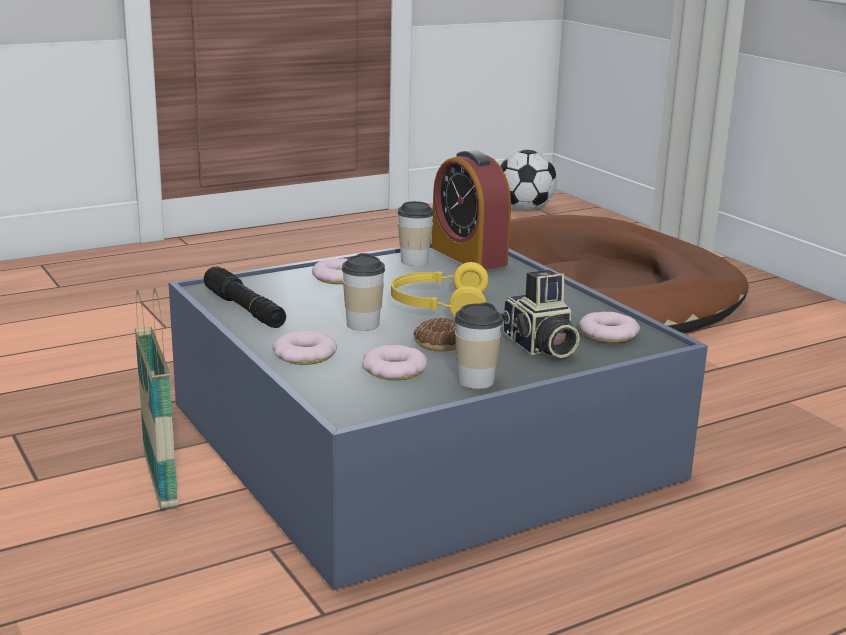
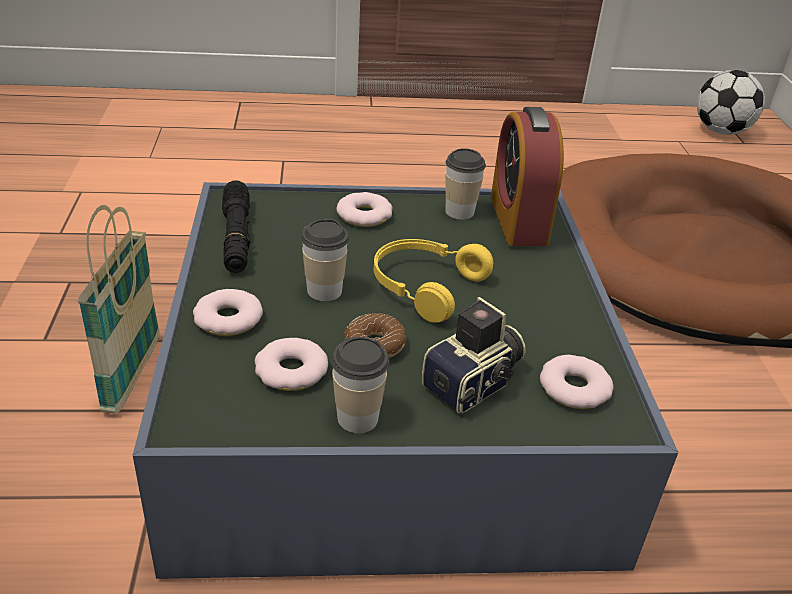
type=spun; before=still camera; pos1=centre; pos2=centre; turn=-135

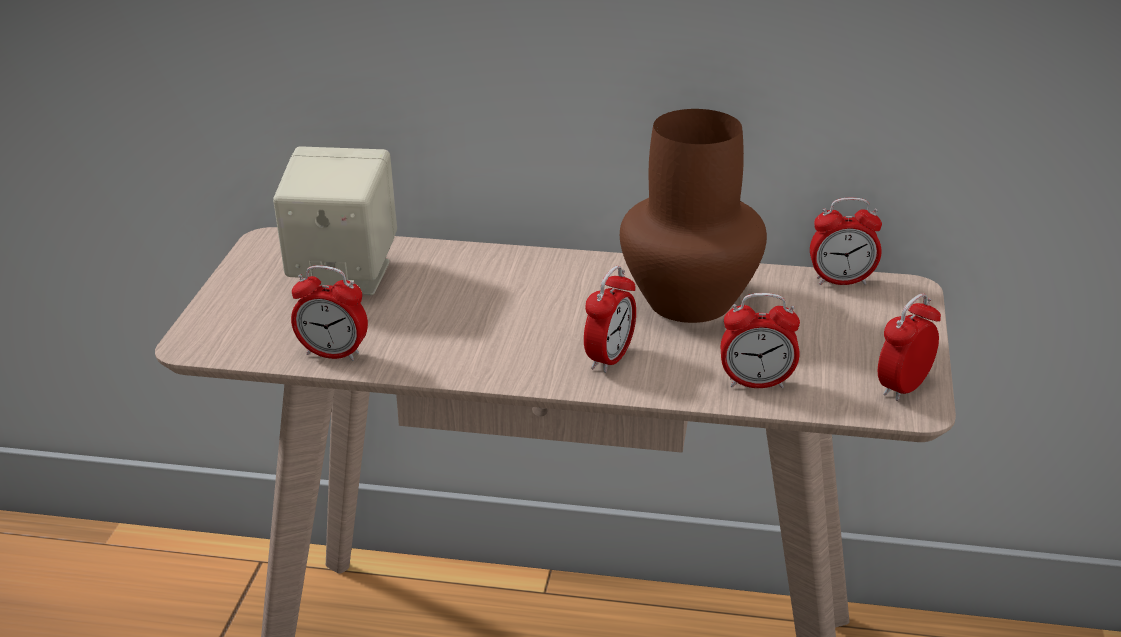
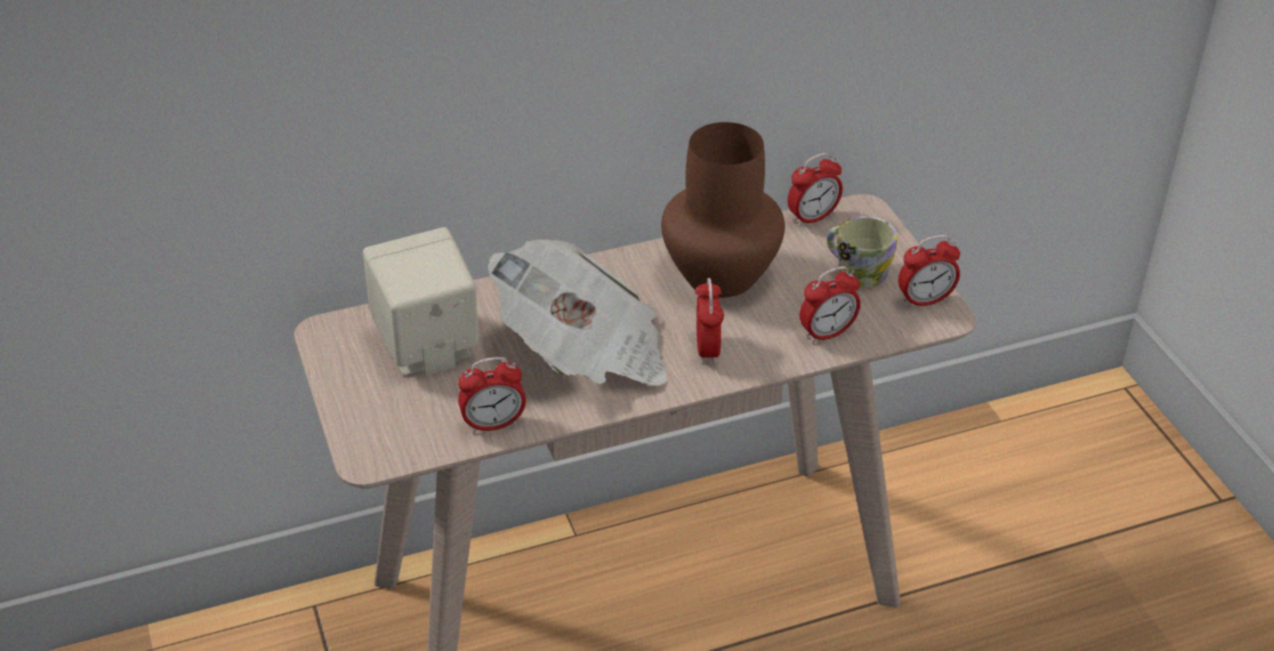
type=spun; before=bedside clock (no. 5 from left); pos1=middle right; pos2=middle right; turn=-120
type=appeared; after=coffee mug; pos2=middle right
type=appeared; after=newspaper; pos2=centre

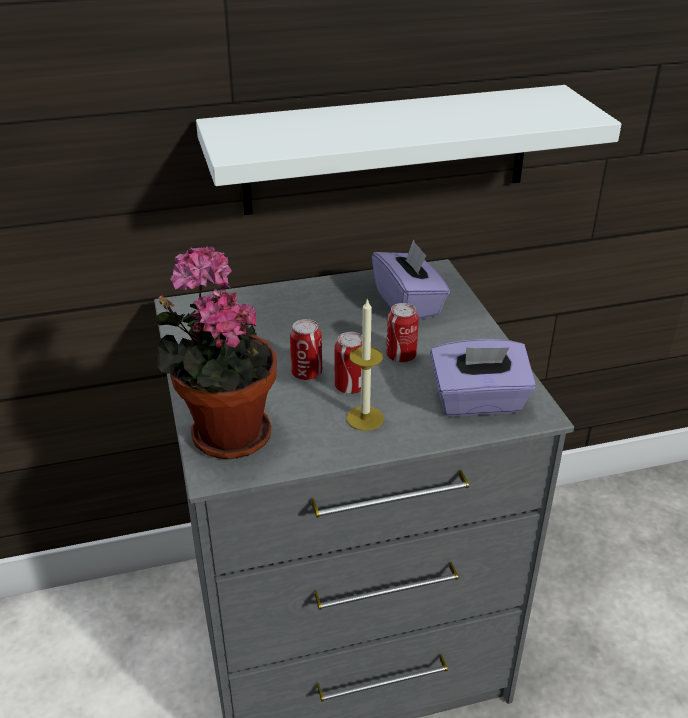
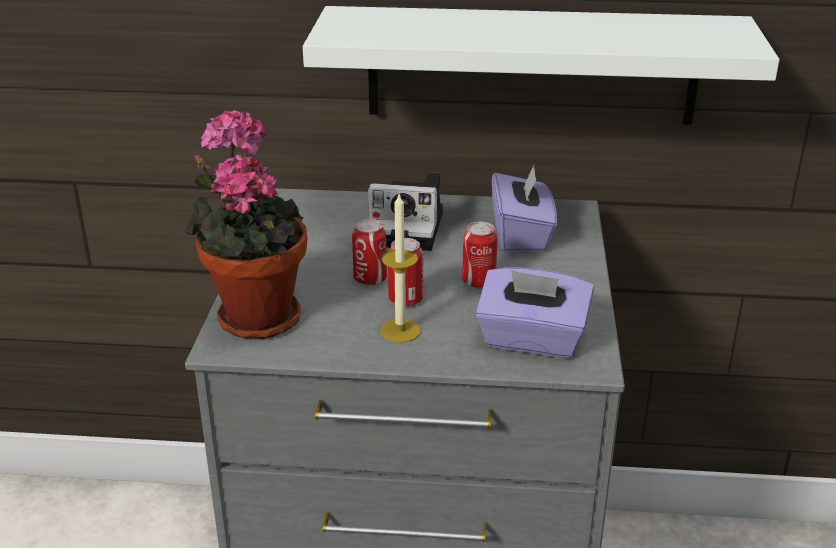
type=appeared; after=still camera; pos2=centre

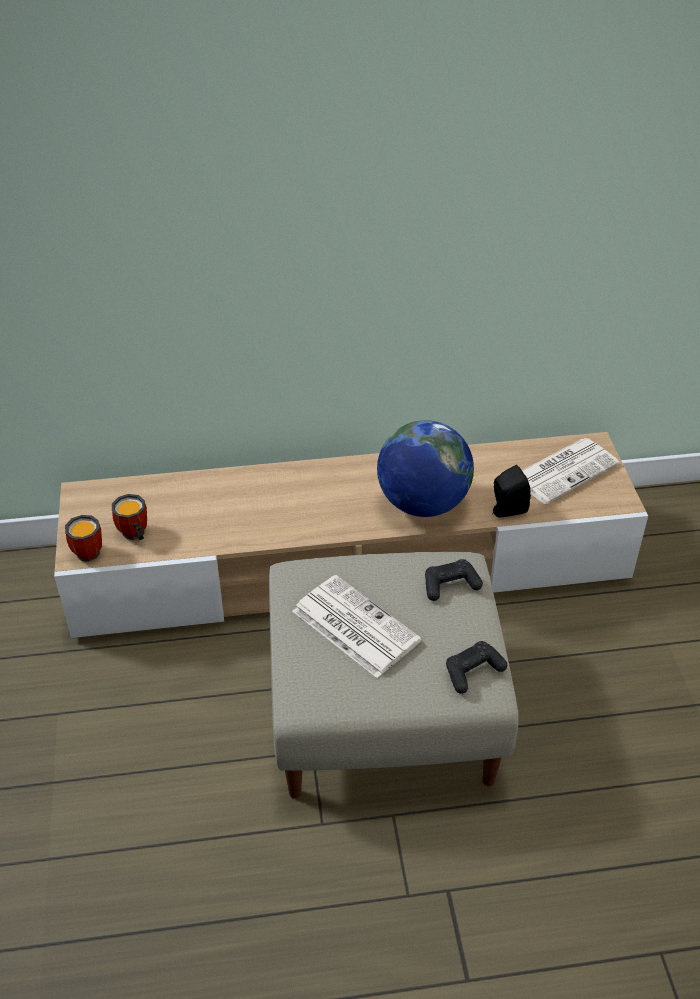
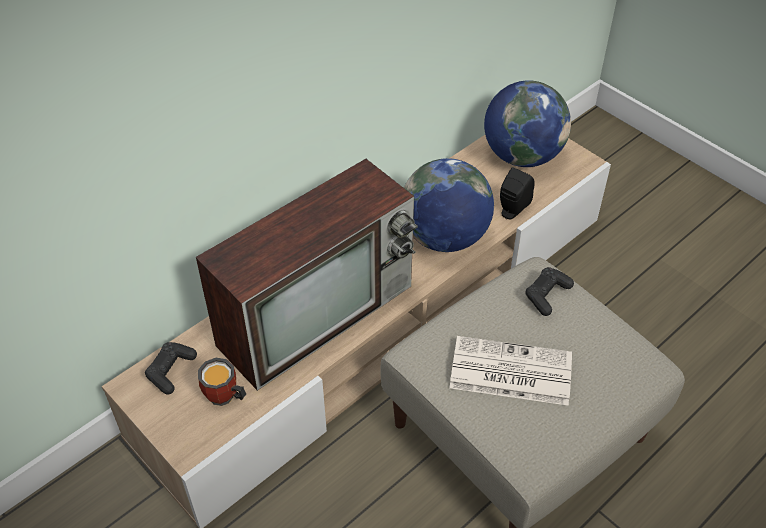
type=exchanged; before=newspaper (no. 2 from left); after=desk globe (no. 2 from left); pos1=middle right; pos2=top right
type=missing; before=coffee mug (no. 1 from left); pos1=middle left
type=relocated; before=black-coloured game controller (no. 2 from left in the first image); after=black-coloured game controller (no. 1 from left); pos1=bottom right; pos2=bottom left
type=appeared; after=television; pos2=centre

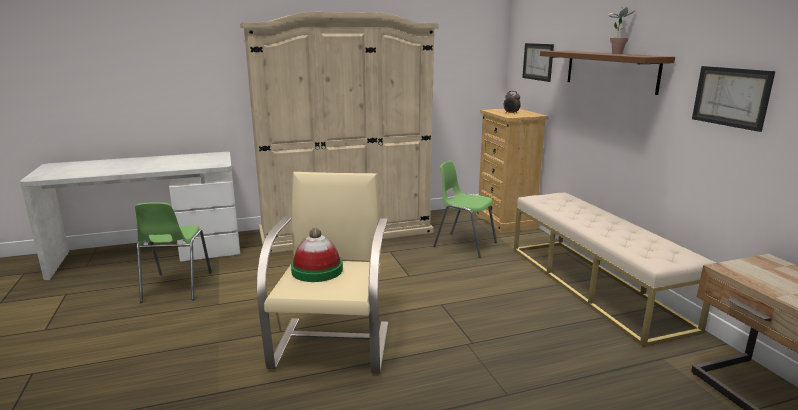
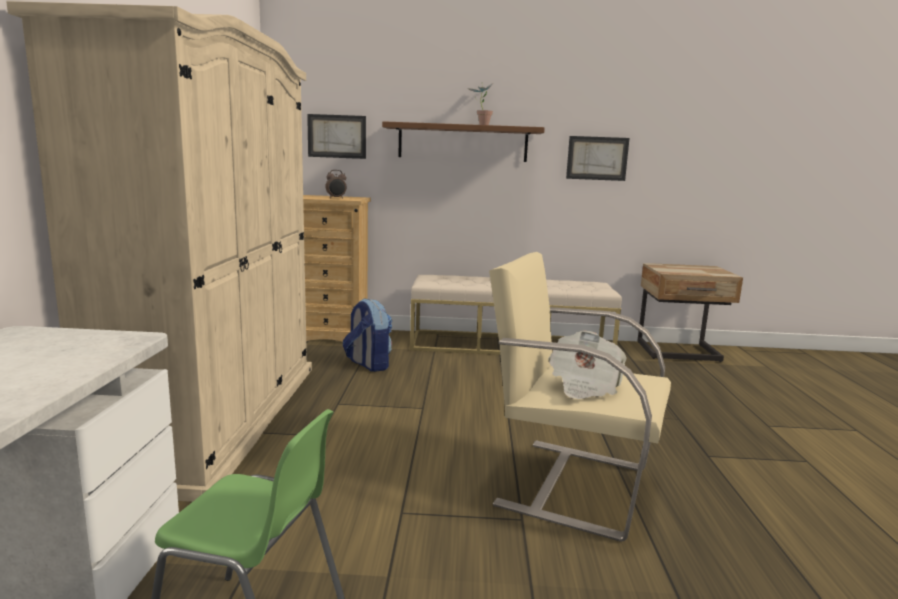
type=exchanged; before=green-coloured chair (no. 2 from left); after=rucksack; pos1=centre; pos2=centre
type=exchanged; before=clothing hat; after=newspaper; pos1=centre; pos2=centre

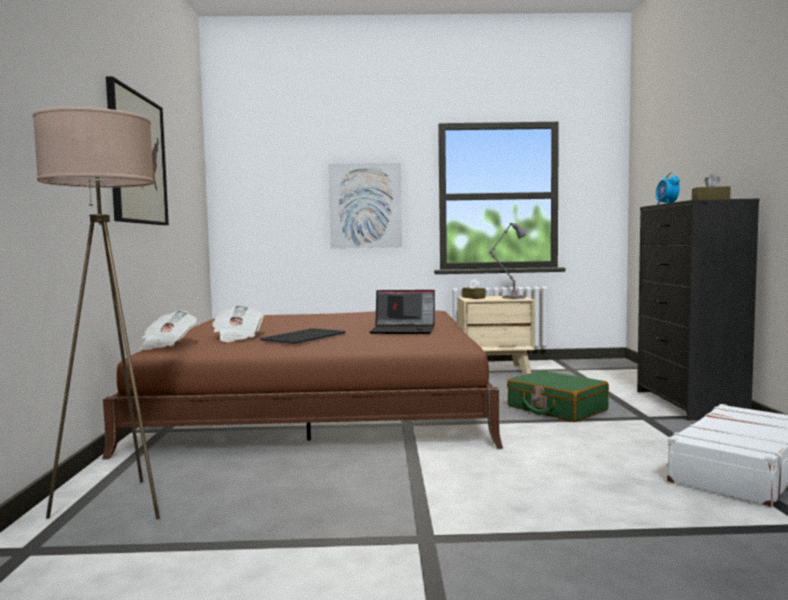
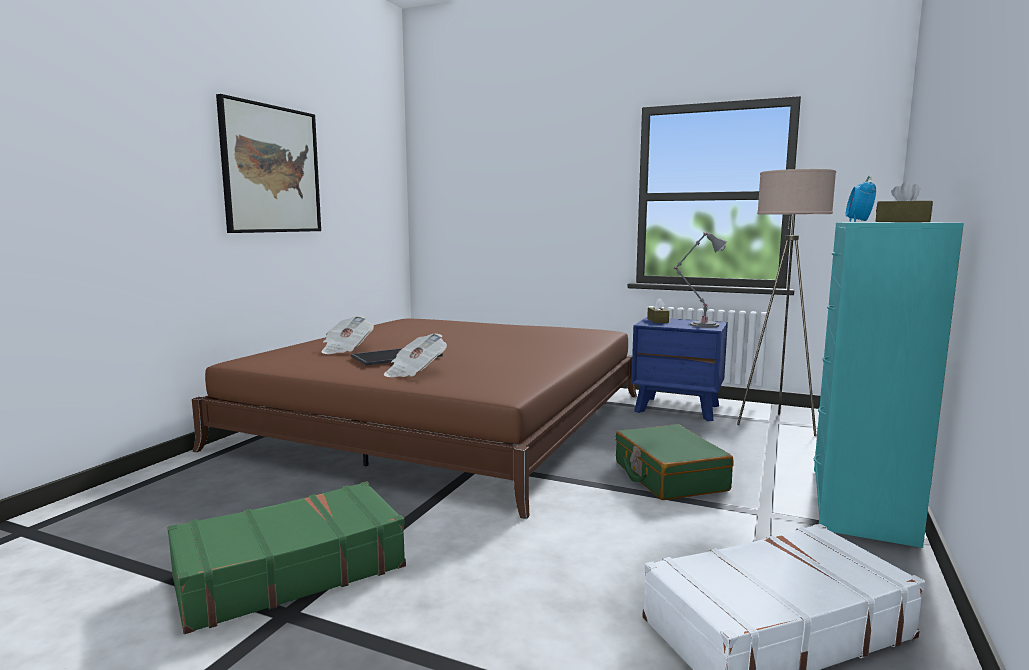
type=relocated; before=beige floor lamp; pos1=middle left; pos2=middle right
type=missing; before=wall art (no. 2 from left); pos1=centre
type=colour; before=black-coloured drawer chest; after=turquoise-coloured drawer chest; pos1=middle right; pos2=middle right
type=missing; before=notebook computer; pos1=centre
type=colour; before=beige bedside table; after=blue bedside table; pos1=centre; pos2=centre
type=relocated; before=newspaper (no. 1 from left in the first image); after=newspaper (no. 2 from left); pos1=middle left; pos2=centre
type=appeared; after=green-coloured suitcase (no. 1 from left); pos2=bottom left

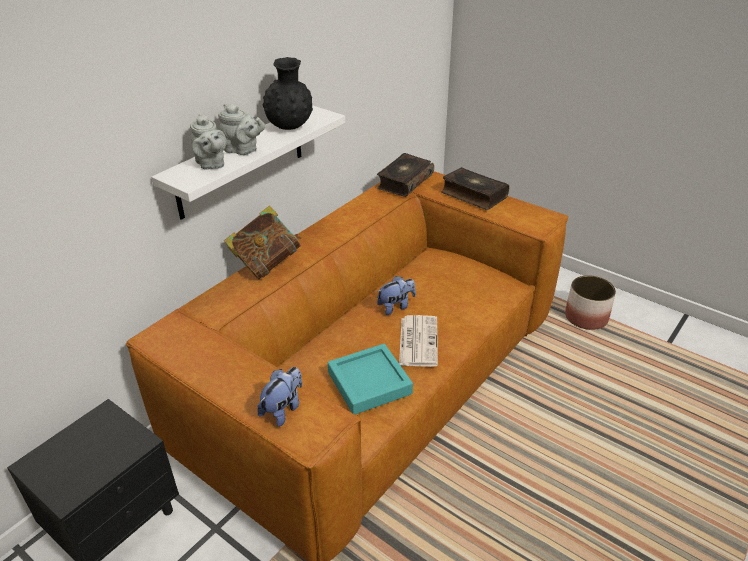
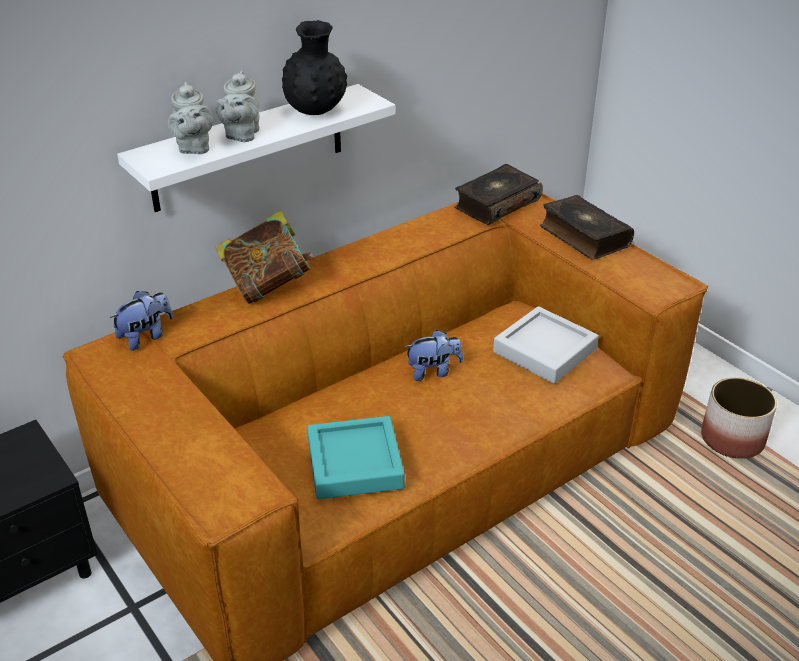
type=spun; before=grey teapot (no. 2 from left); pos1=top left; pos2=top left; turn=60
type=missing; before=newspaper; pos1=centre
type=relocated; before=plush toy (no. 1 from left); pos1=bottom centre; pos2=middle left
type=appeared; after=grey tray; pos2=middle right

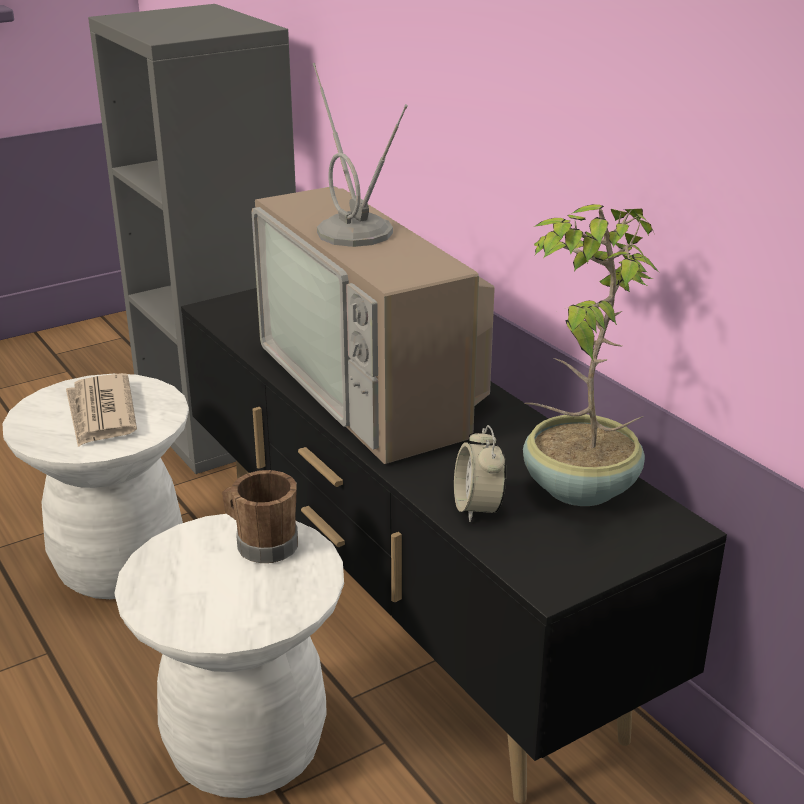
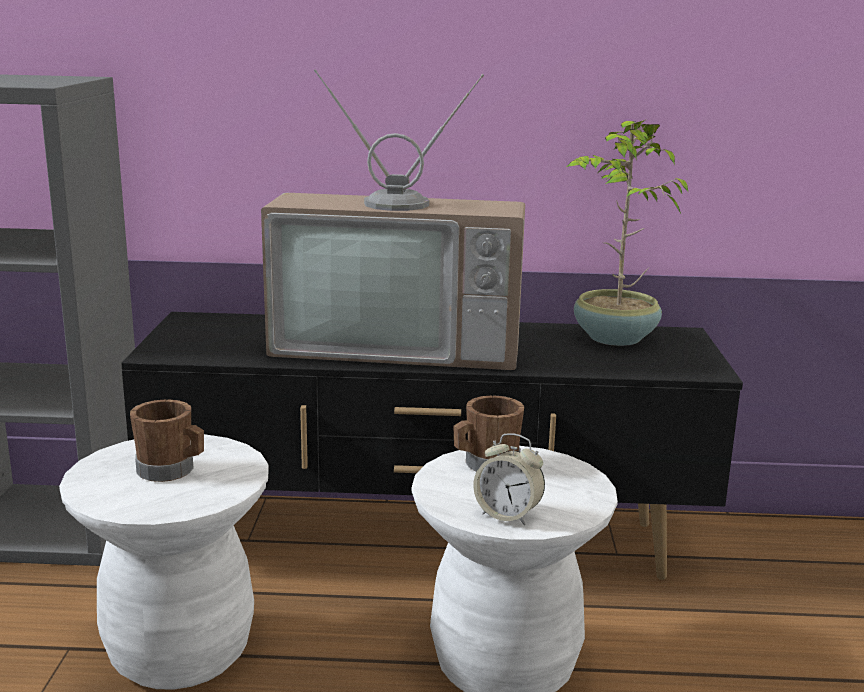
type=exchanged; before=newspaper; after=brownish coffee mug (no. 1 from left); pos1=middle left; pos2=middle left
type=relocated; before=bedside clock; pos1=centre; pos2=bottom centre

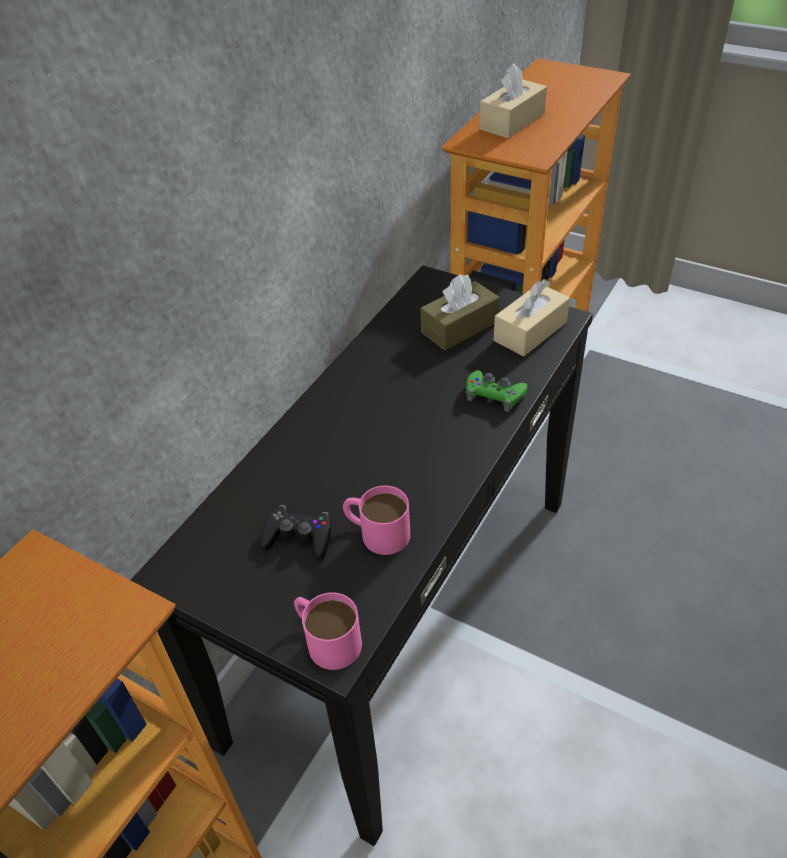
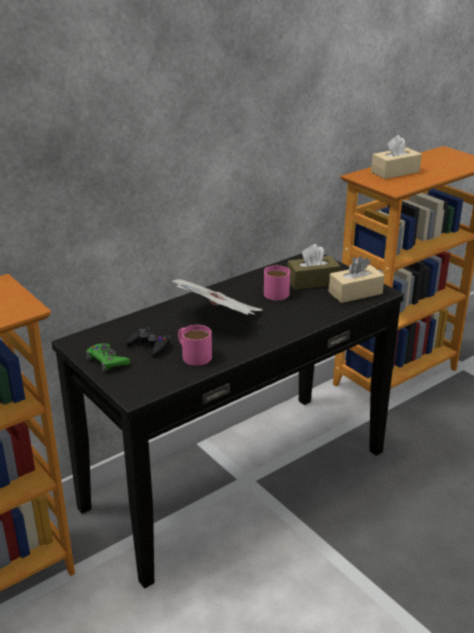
type=relocated; before=green-coloured game controller; pos1=centre; pos2=middle left
type=relocated; before=pink coffee mug (no. 1 from left in the first image); after=pink coffee mug (no. 2 from left); pos1=bottom centre; pos2=centre
type=appeared; after=newspaper; pos2=centre

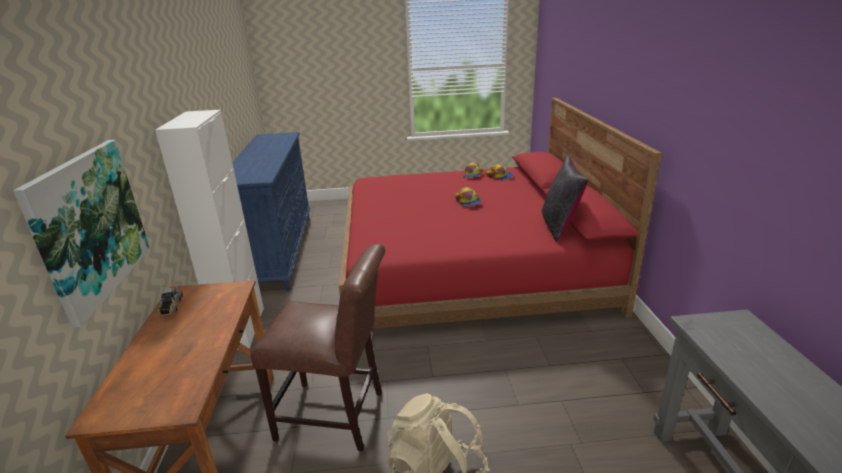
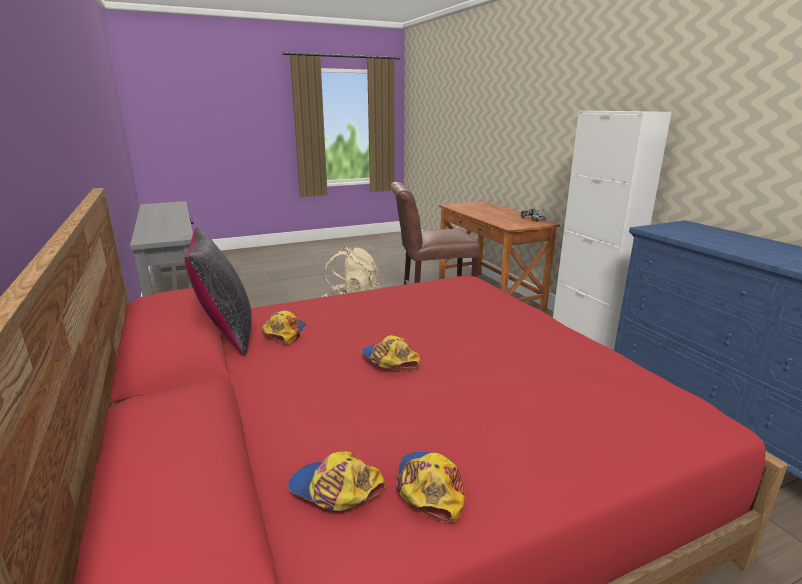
type=missing; before=wall art; pos1=middle left
type=appeared; after=baseball cap (no. 1 from left); pos2=centre

